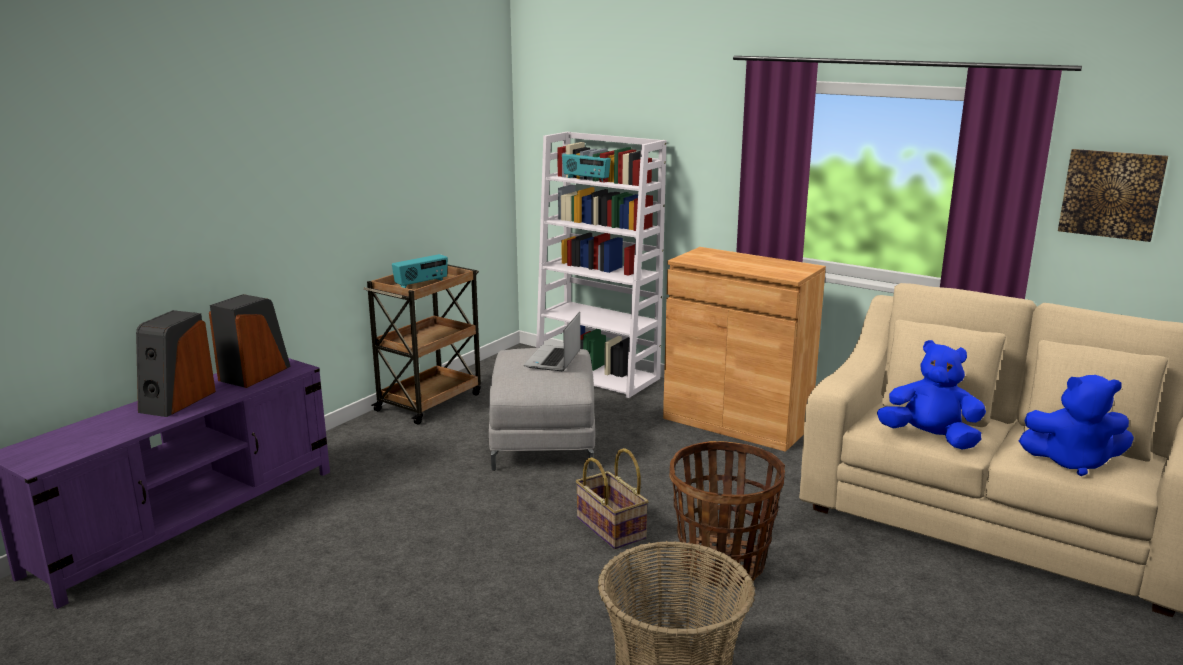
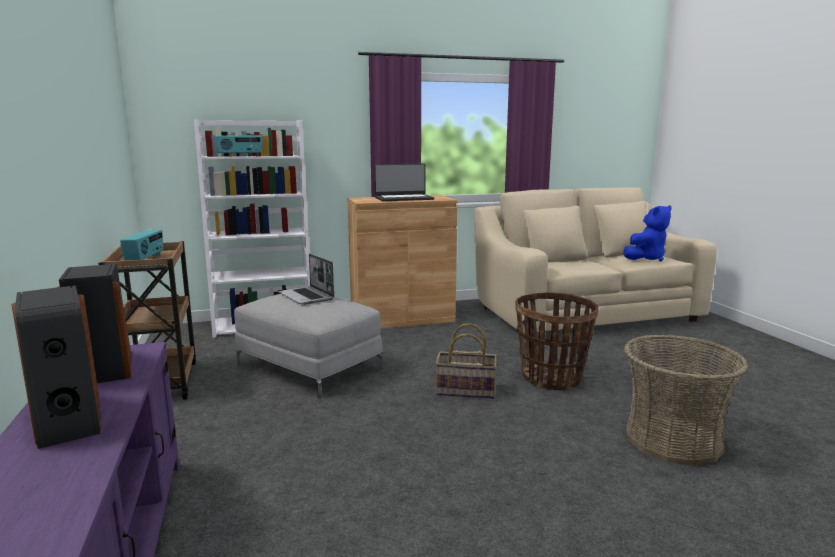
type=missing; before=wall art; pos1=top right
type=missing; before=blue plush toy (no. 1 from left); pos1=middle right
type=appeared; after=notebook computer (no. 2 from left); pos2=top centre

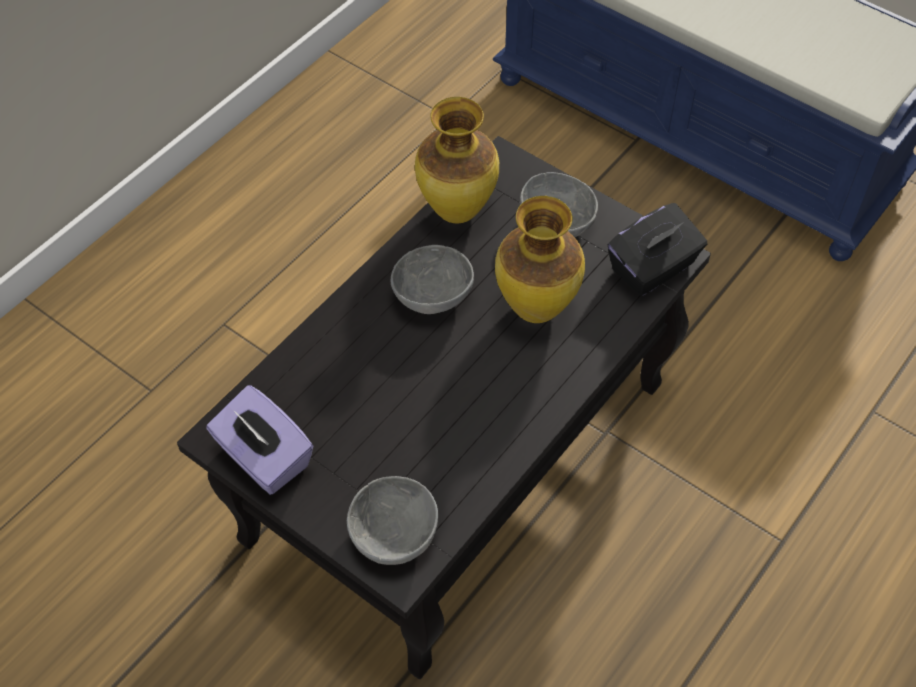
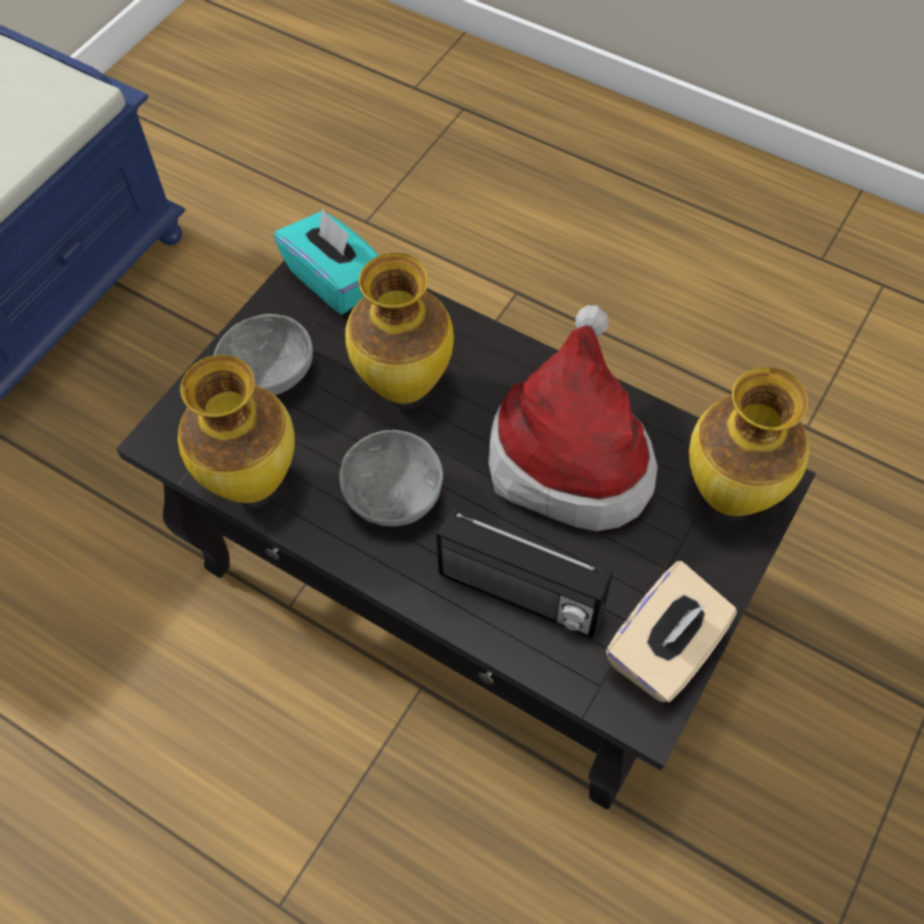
type=colour; before=black-coloured tissue holder; after=turquoise-coloured tissue holder; pos1=middle right; pos2=top centre
type=colour; before=purplish tissue holder; after=beige tissue holder; pos1=middle left; pos2=bottom right
type=exchanged; before=grey serving bowl (no. 1 from left); after=decorative vase (no. 3 from left); pos1=bottom centre; pos2=middle right
type=appeared; after=clothing hat; pos2=centre
type=appeared; after=radio; pos2=centre

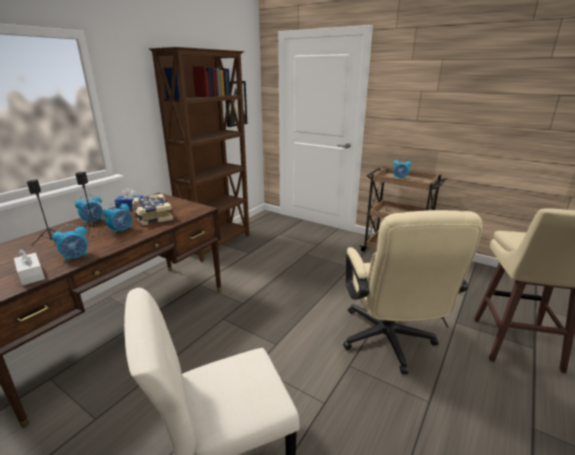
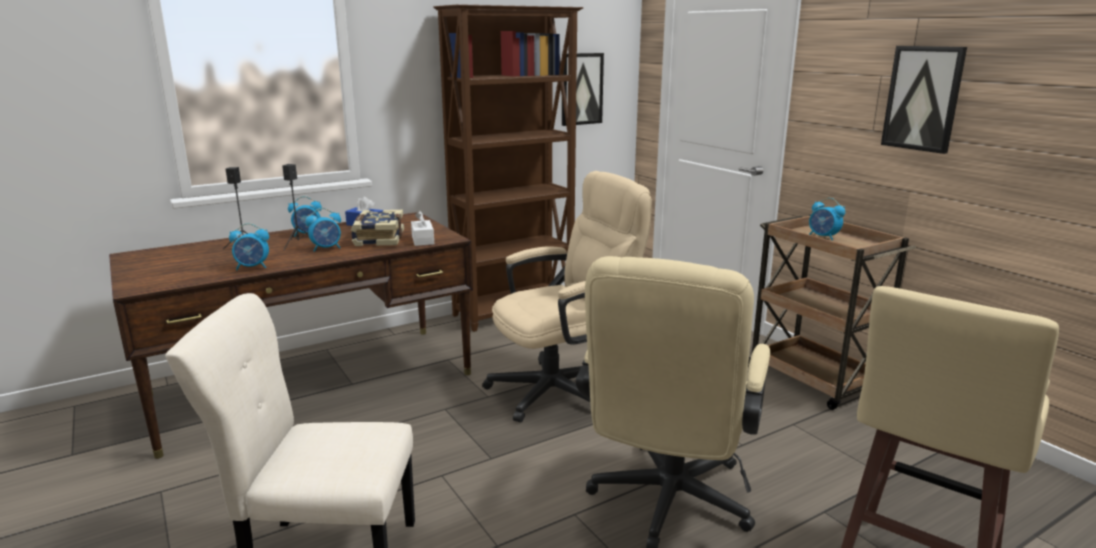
type=relocated; before=whitish tissue holder; pos1=middle left; pos2=centre
type=appeared; after=wall art (no. 2 from left); pos2=top right
type=appeared; after=beige desk chair (no. 1 from left); pos2=centre

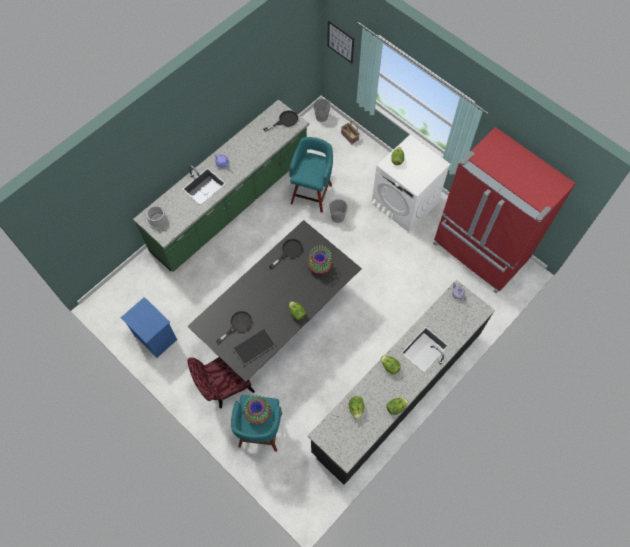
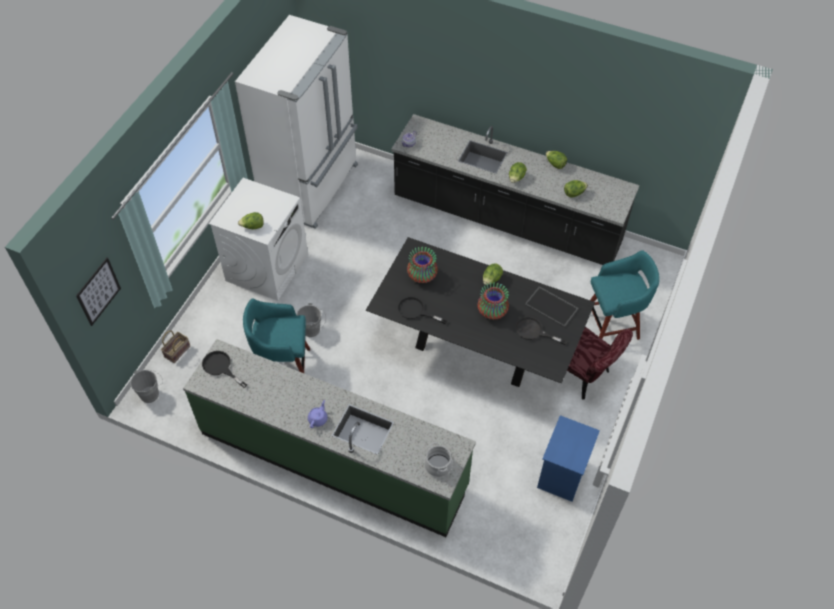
type=colour; before=reddish refrigerator; after=whitish refrigerator; pos1=middle right; pos2=top centre
type=relocated; before=decorative vase (no. 1 from left in the first image); after=decorative vase (no. 2 from left); pos1=bottom centre; pos2=centre

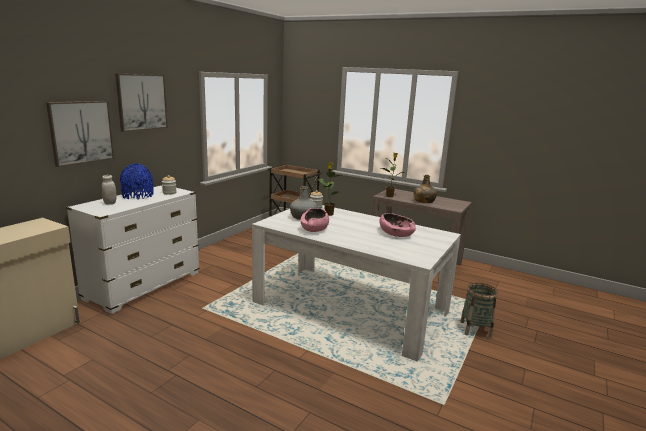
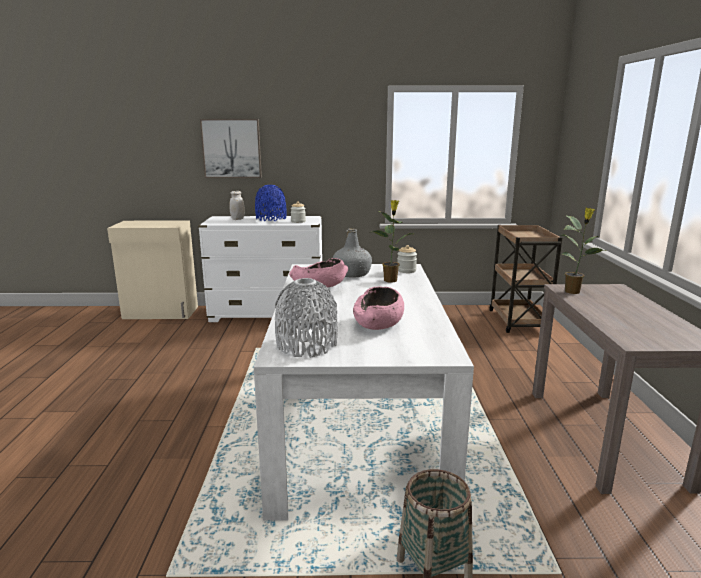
type=missing; before=wall art (no. 2 from left); pos1=top left
type=missing; before=green-coloured beverage bottle; pos1=centre
type=appeared; after=grey decorative vase; pos2=centre

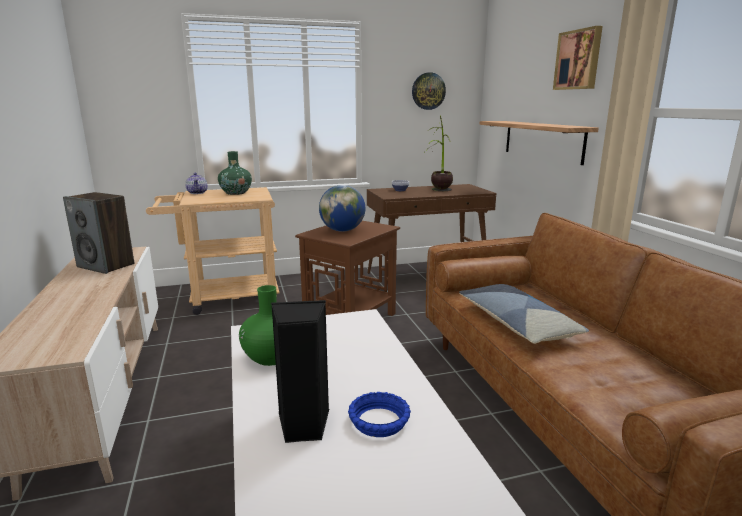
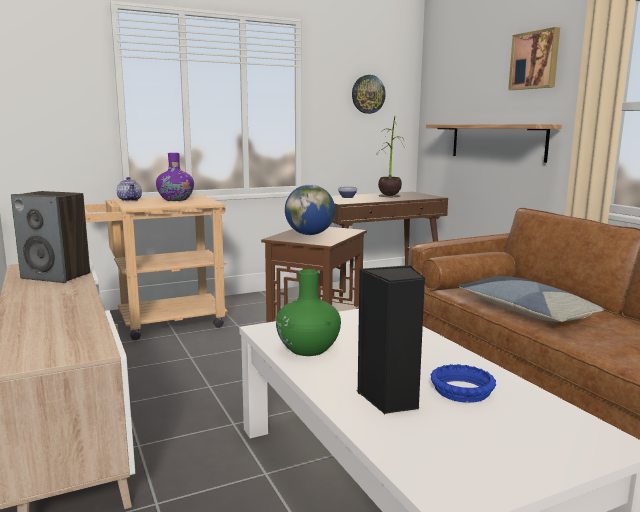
type=colour; before=green-coloured decorative vase (no. 1 from left); after=purplish decorative vase; pos1=middle left; pos2=middle left

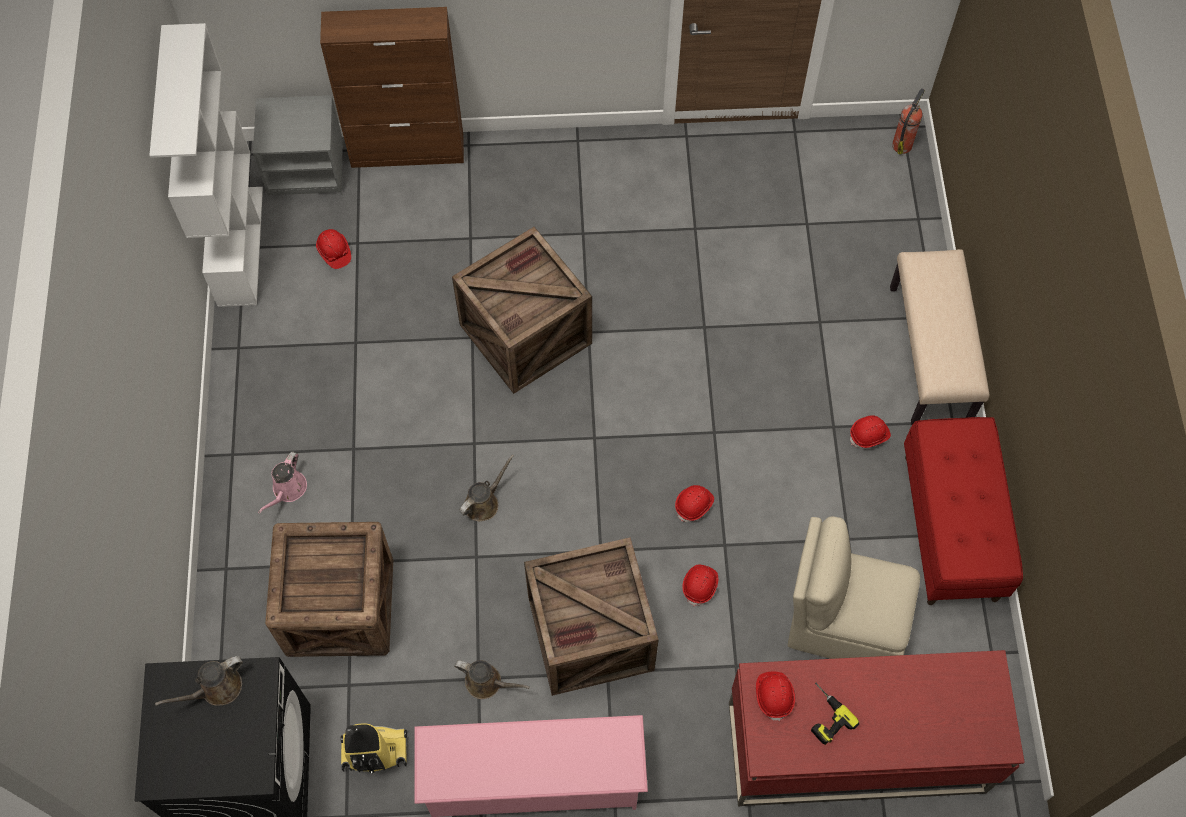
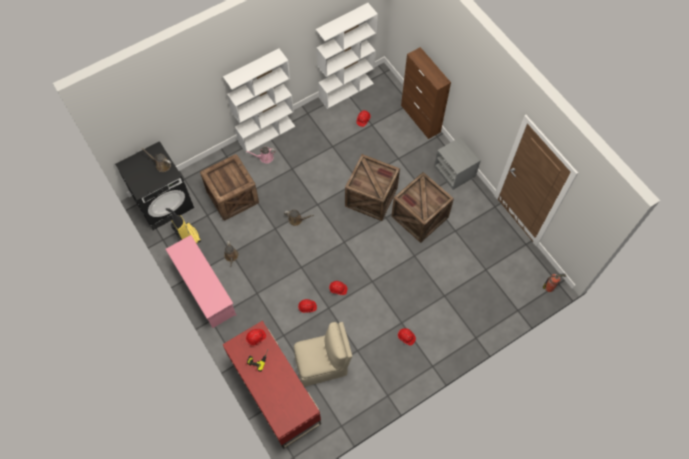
type=relocated; before=grey bedside table; pos1=top left; pos2=centre
type=missing; before=beige long seat; pos1=middle right
type=missing; before=reddish long seat; pos1=middle right
type=spun; before=beige chair; pos1=bottom right; pos2=bottom centre; turn=90
type=relocated; before=shipping crate (no. 3 from left); pos1=bottom centre; pos2=centre
type=appeared; after=whitish bookcase (no. 1 from left); pos2=top centre

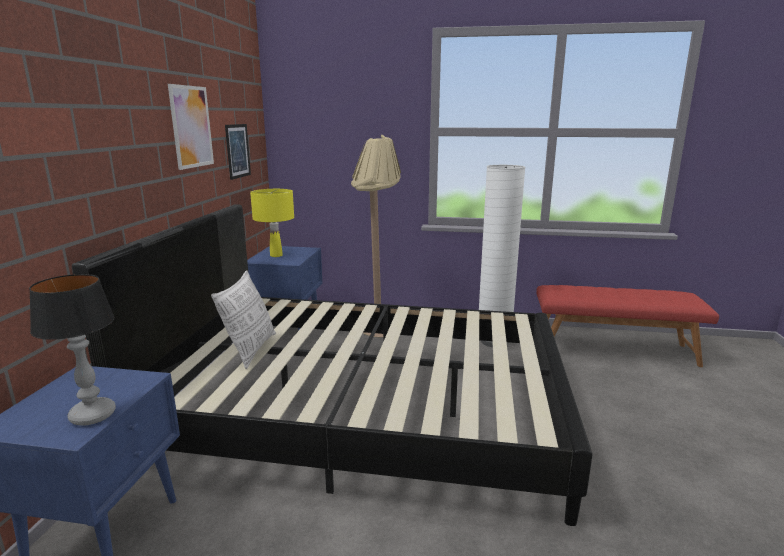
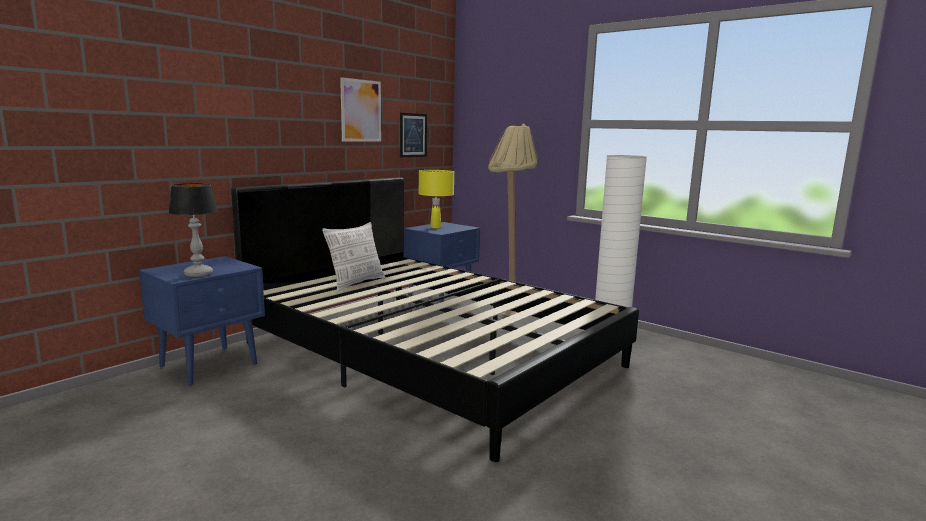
type=missing; before=reddish long seat; pos1=middle right

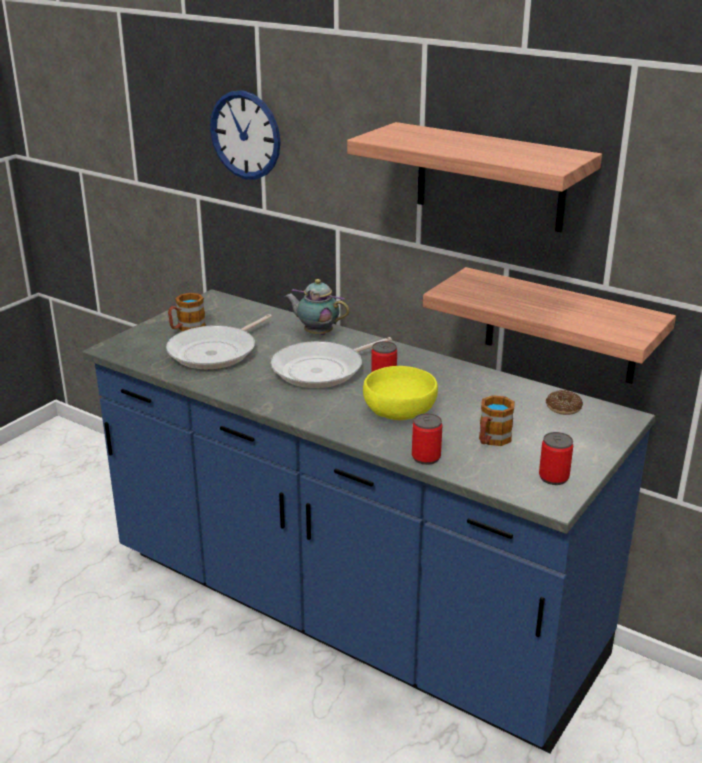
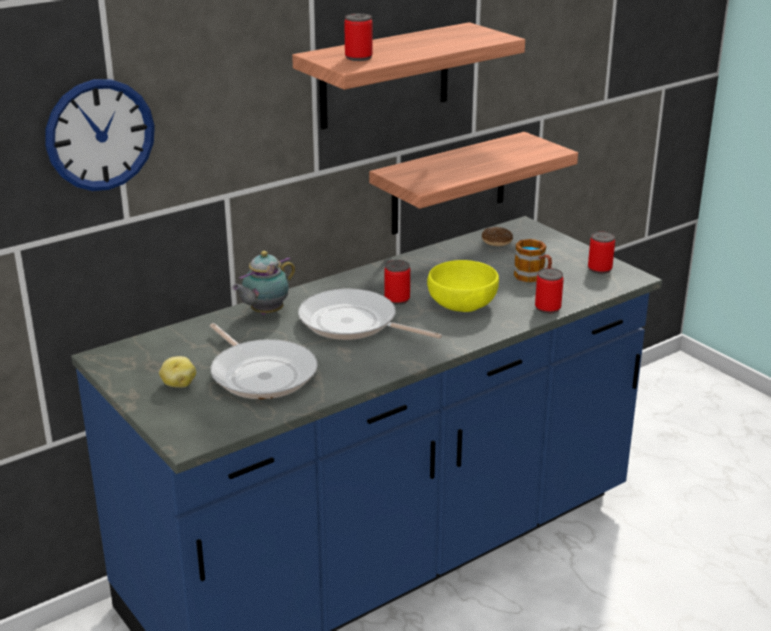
type=exchanged; before=coffee mug (no. 1 from left); after=whole potato; pos1=middle left; pos2=middle left
type=spun; before=skillet (no. 2 from left); pos1=centre; pos2=centre; turn=135
type=appeared; after=sealed can (no. 1 from left); pos2=top centre

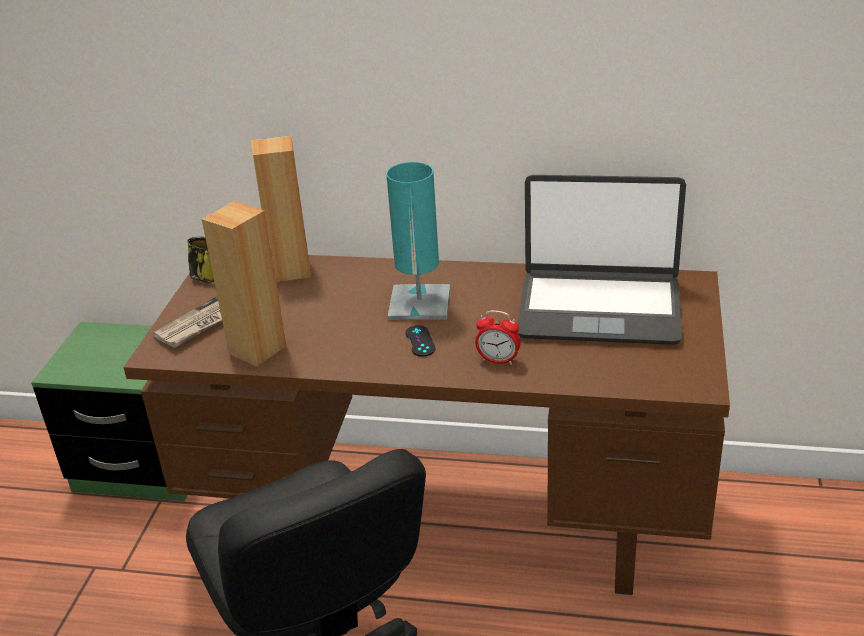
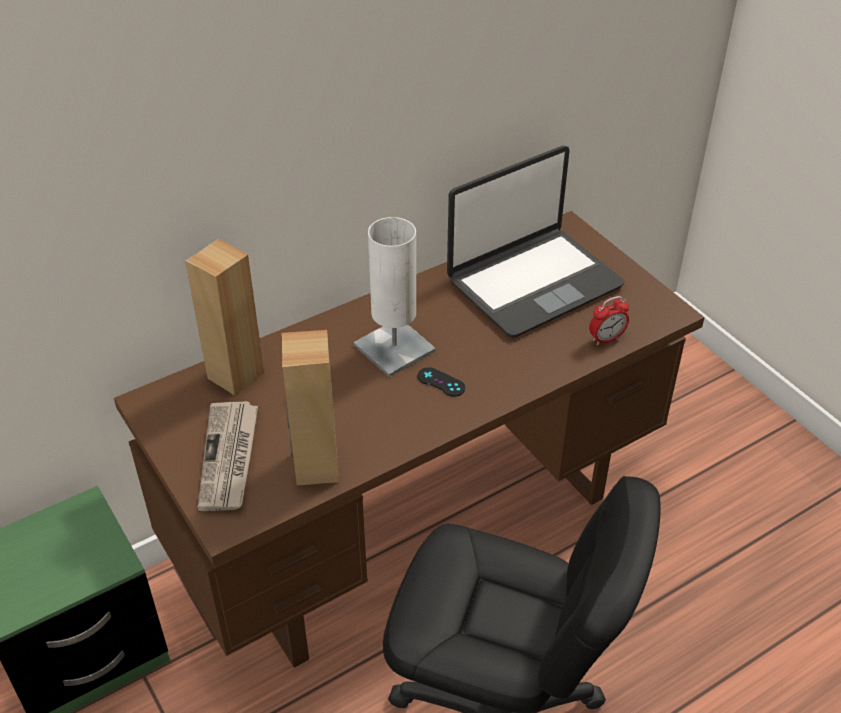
type=colour; before=turquoise-coloured table lamp; after=whitish table lamp; pos1=centre; pos2=centre
type=missing; before=coffee mug; pos1=middle left
type=relocated; before=bedside clock; pos1=centre; pos2=middle right

